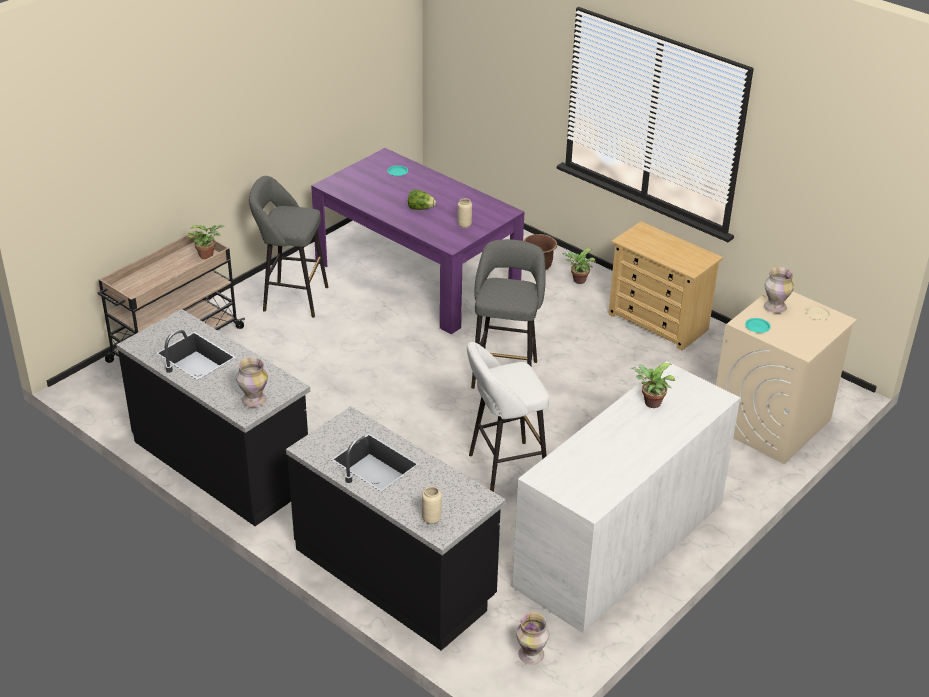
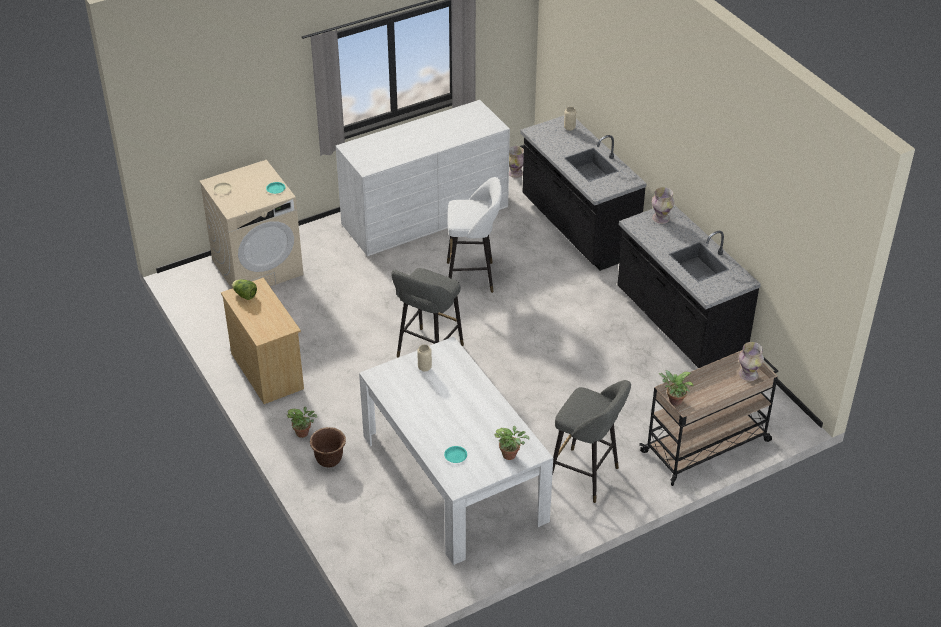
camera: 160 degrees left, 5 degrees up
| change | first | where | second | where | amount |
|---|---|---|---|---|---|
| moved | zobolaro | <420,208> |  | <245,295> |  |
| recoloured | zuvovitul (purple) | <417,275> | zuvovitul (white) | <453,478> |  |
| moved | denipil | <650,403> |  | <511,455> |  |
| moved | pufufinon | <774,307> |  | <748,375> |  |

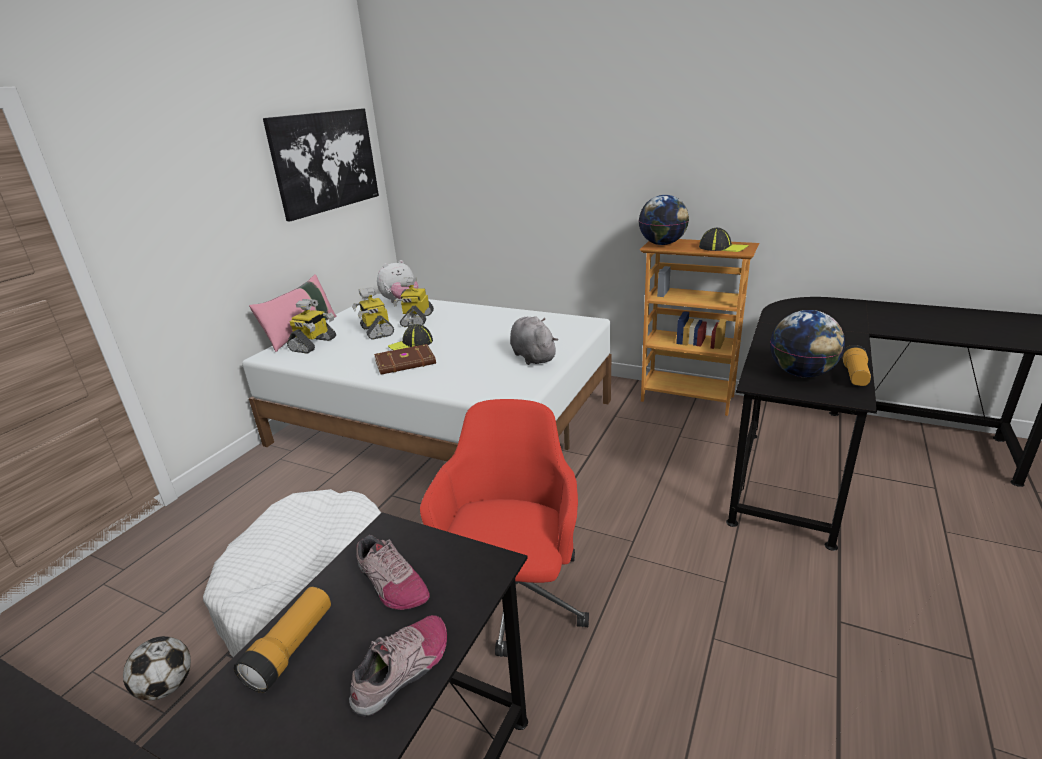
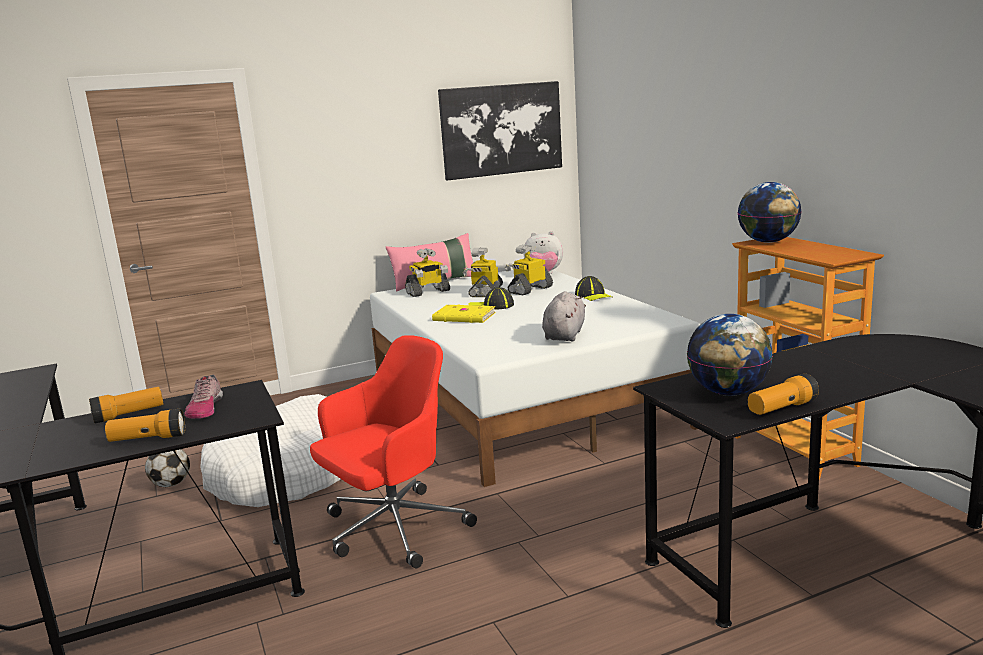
camera: 40 degrees right, 10 degrees down
| change | first | where | second | where | amount |
|---|---|---|---|---|---|
| replaced | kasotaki | <404,670> | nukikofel | <148,439> |  |
| recoloured | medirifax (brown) | <406,362> | medirifax (yellow) | <464,317> |  |
| moved | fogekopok | <722,248> |  | <593,296> |  |

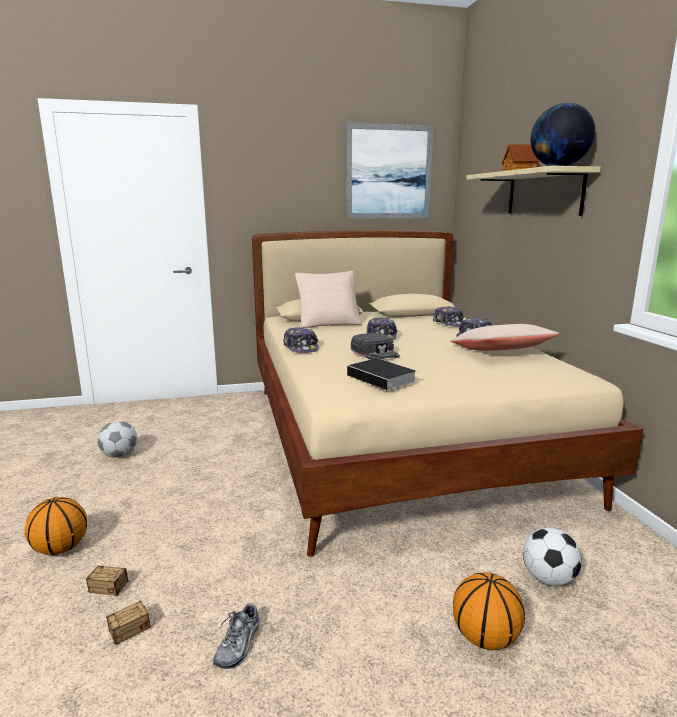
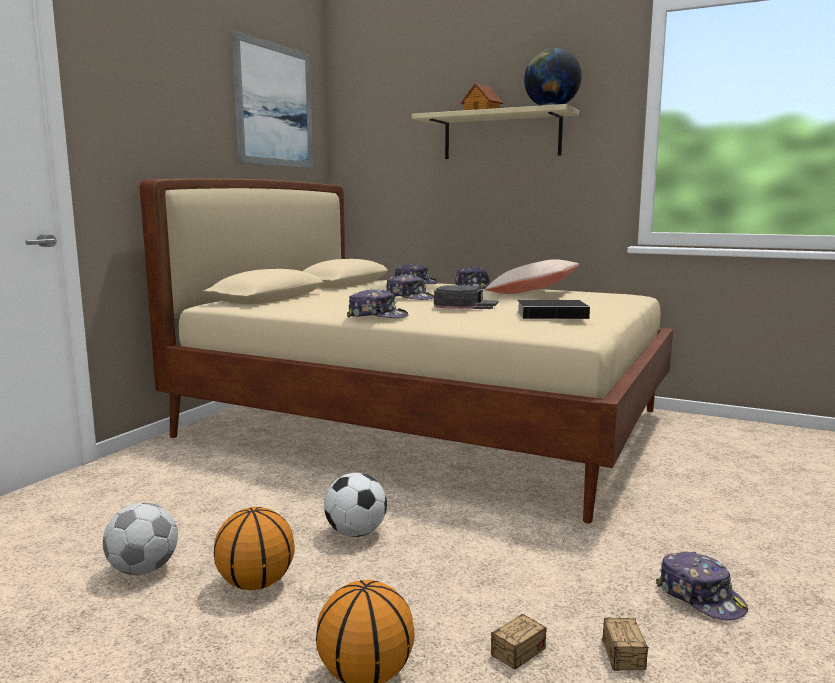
camera: 50 degrees left, 5 degrees down
| change | first | where | second | where | amount |
|---|---|---|---|---|---|
| moved | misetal | <484,637> |  | <255,583> |  |
| moved | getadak | <548,579> |  | <355,533> |  |
| replaced | kasotaki | <238,644> | fogekopok | <700,597> |  |
| removed | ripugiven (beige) | <328,322> |  |  |  |

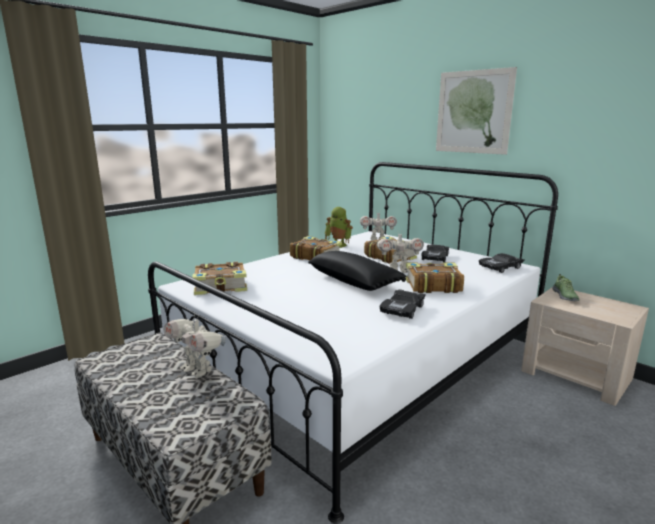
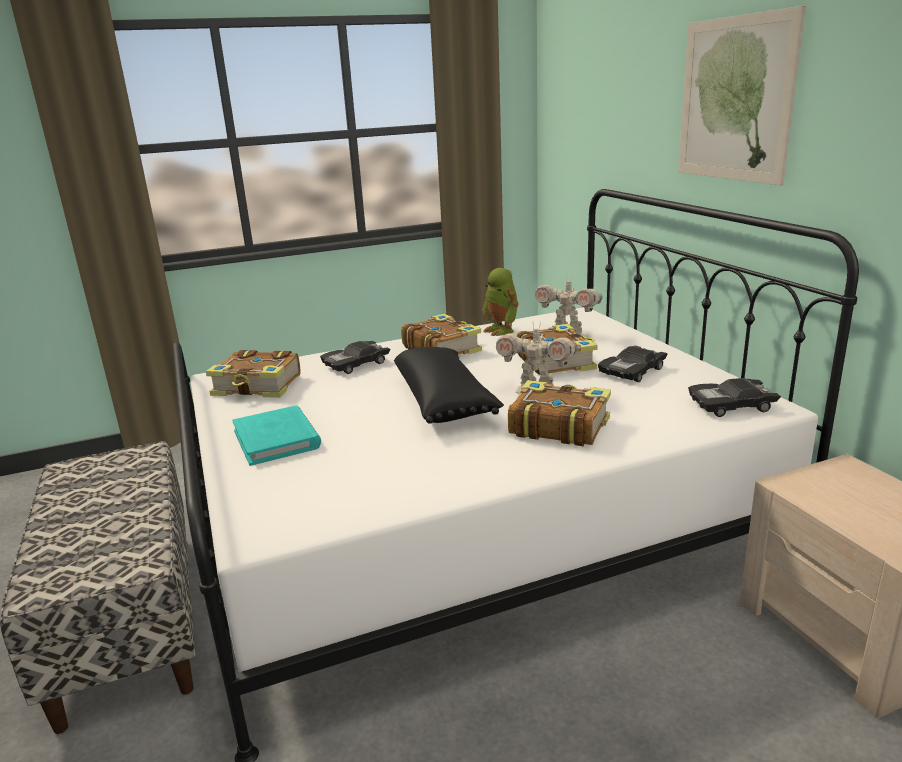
camera: 25 degrees right, 5 degrees up
| change | first | where | second | where | amount |
|---|---|---|---|---|---|
| added |  |  | medirifax (turquoise) | <277,439> |  |
| moved | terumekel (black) | <403,309> |  | <356,364> |  |
| removed | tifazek | <197,369> |  |  |  |
| removed | kasotaki | <565,296> |  |  |  |

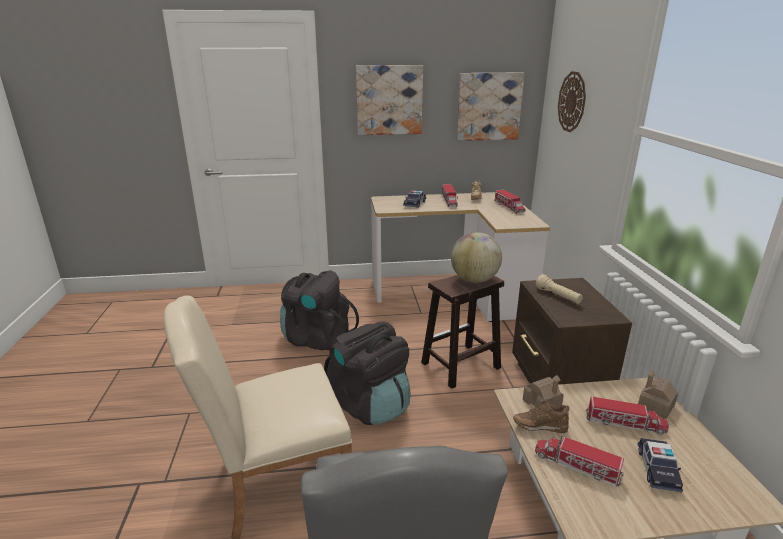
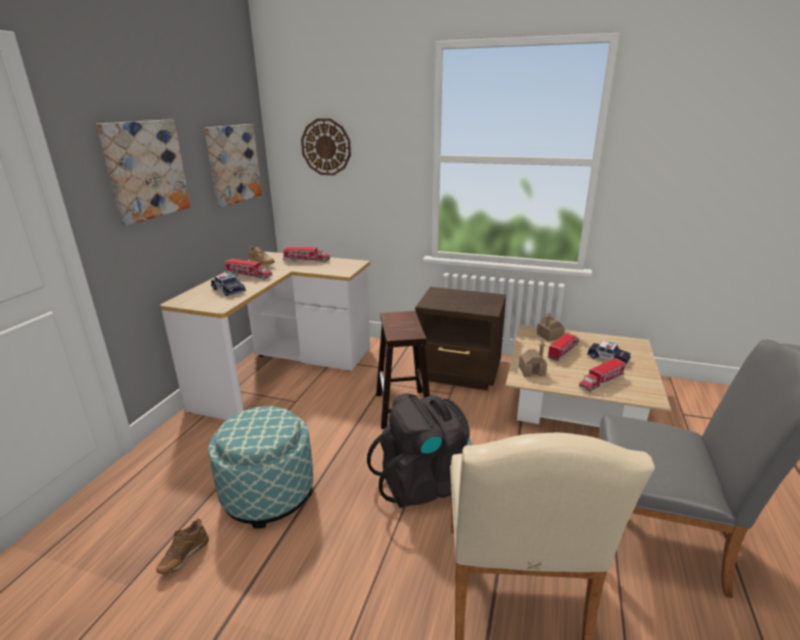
camera: 65 degrees left, 0 degrees up
| change | first | where | second | where | amount |
|---|---|---|---|---|---|
| moved | kasotaki (brown) | <539,427> |  | <183,557> |  |
| replaced | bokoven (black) | <317,339> | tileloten | <268,493> |  |
| removed | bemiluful | <474,280> |  |  |  |
| removed | nukikofel (beige) | <558,296> |  |  |  |

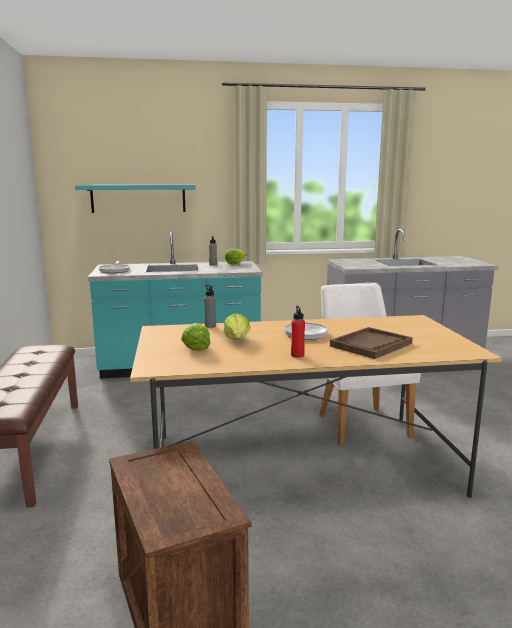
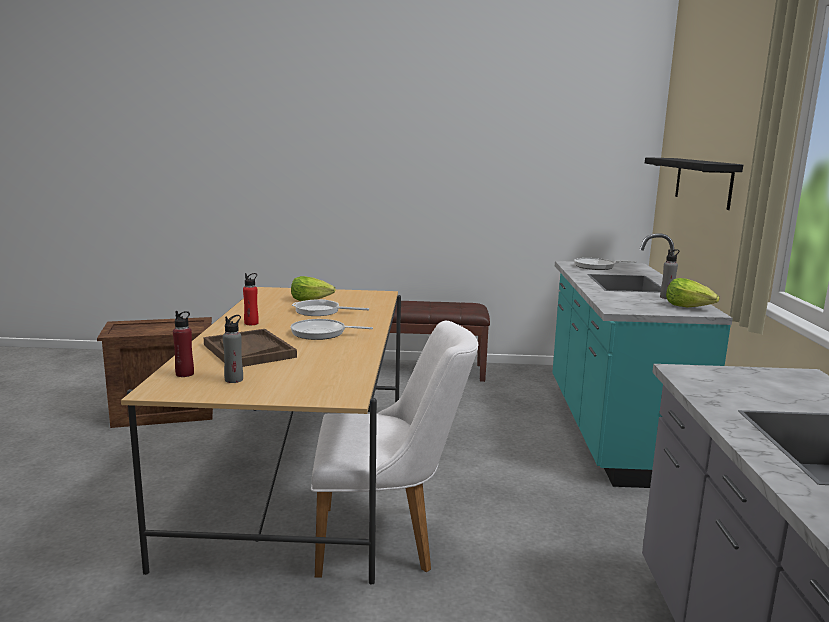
camera: 100 degrees right, 0 degrees up
| change | first | where | second | where | amount |
|---|---|---|---|---|---|
| added |  |  | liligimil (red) | <185,374> |  |
| moved | liligimil (grey) | <210,326> |  | <234,379> |  |
| replaced | zobolaro | <237,340> | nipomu | <320,311> |  |
| recoloured | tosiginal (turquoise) | <138,198> | tosiginal (black) | <703,182> |  |

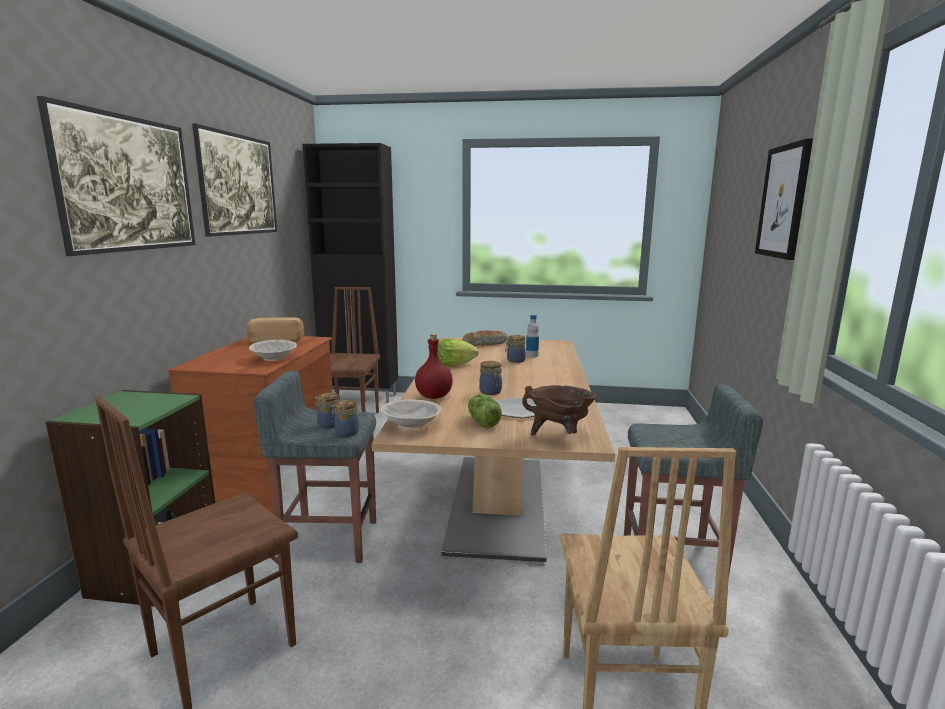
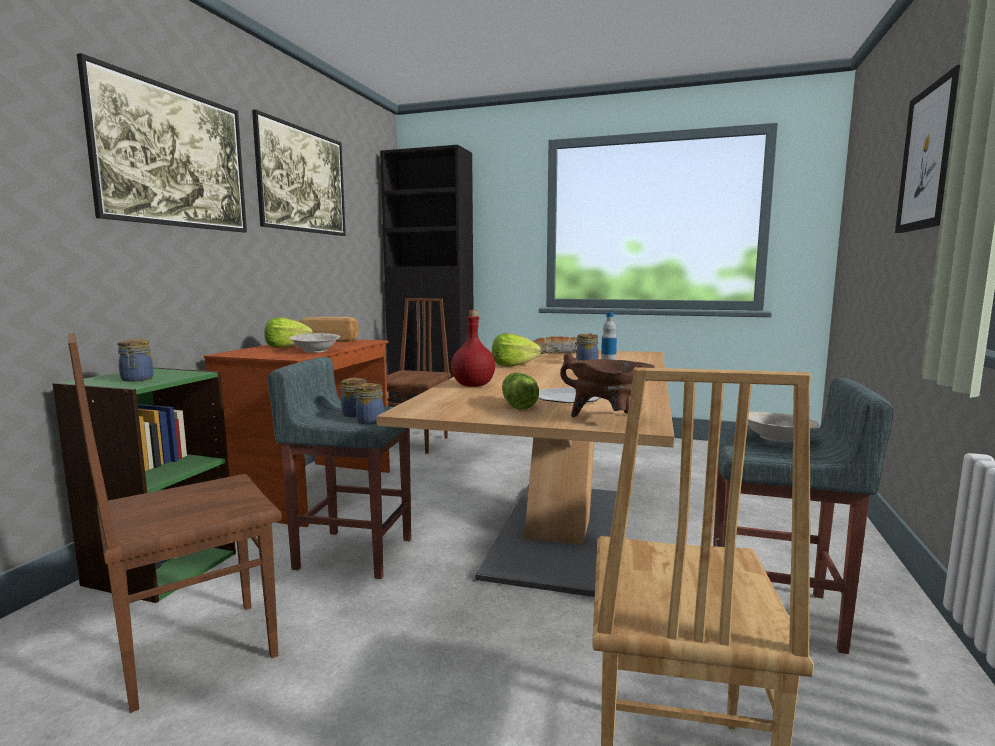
camera: 10 degrees right, 5 degrees down
| change | first | where | second | where | amount |
|---|---|---|---|---|---|
| moved | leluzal | <491,392> |  | <137,379> |  |
| added |  |  | zobolaro | <286,346> |  |
| moved | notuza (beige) | <411,425> |  | <776,439> |  |

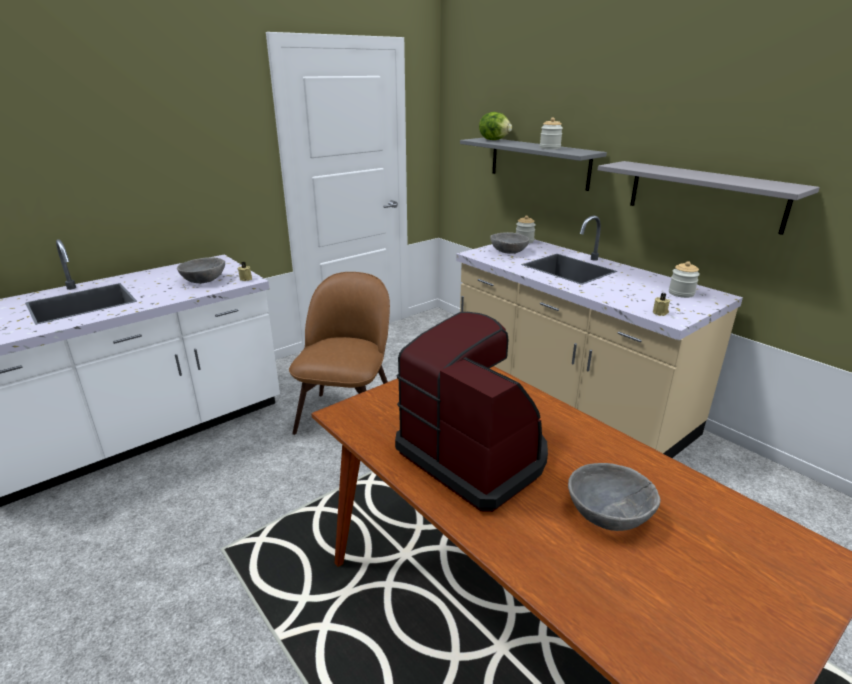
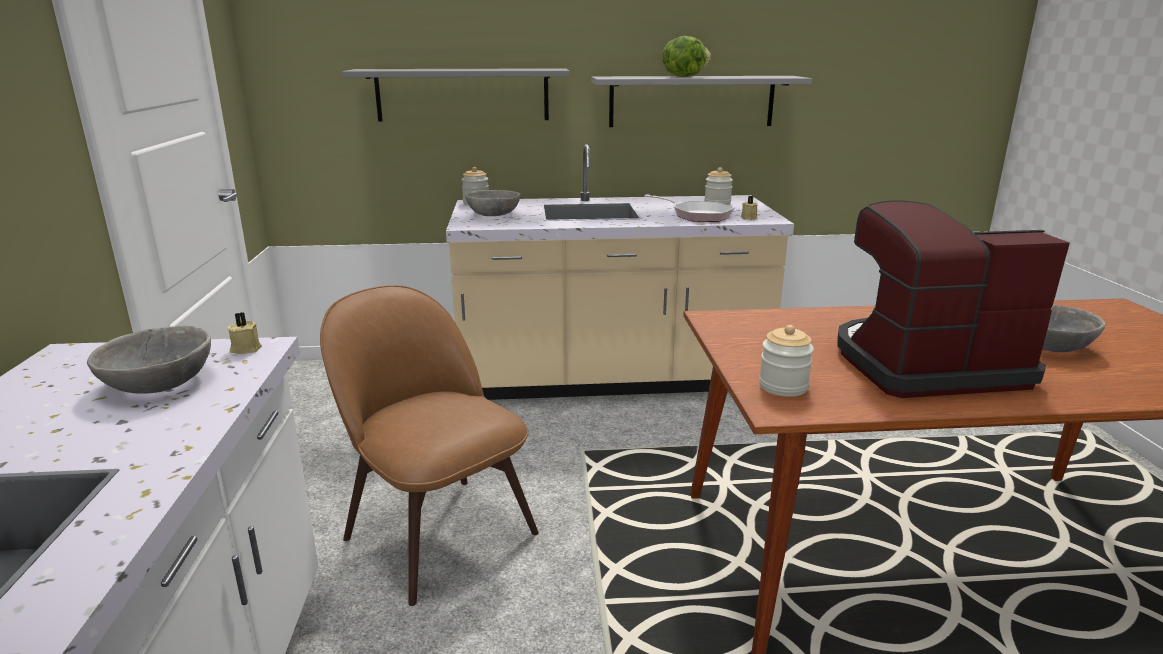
camera: 55 degrees left, 5 degrees down
| change | first | where | second | where | amount |
|---|---|---|---|---|---|
| added |  |  | nipomu | <698,215> |  |
| moved | zobolaro | <494,140> |  | <684,76> |  |
| moved | leluzal | <550,148> |  | <783,386> |  |

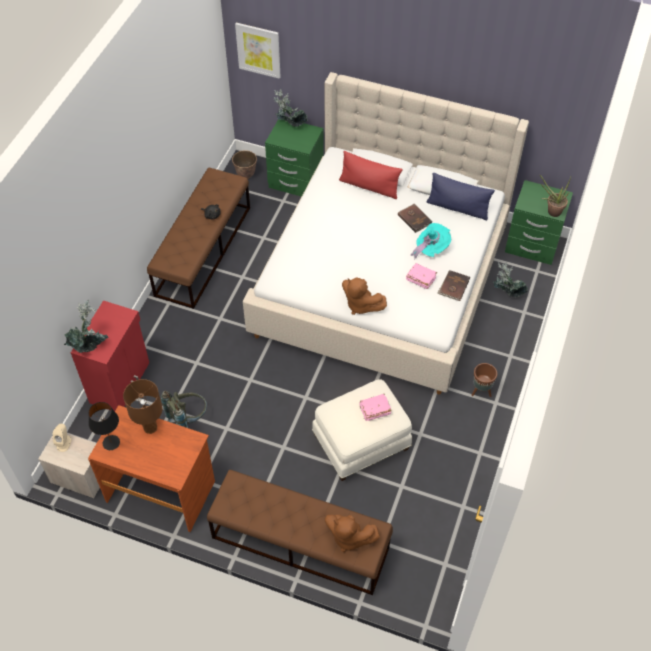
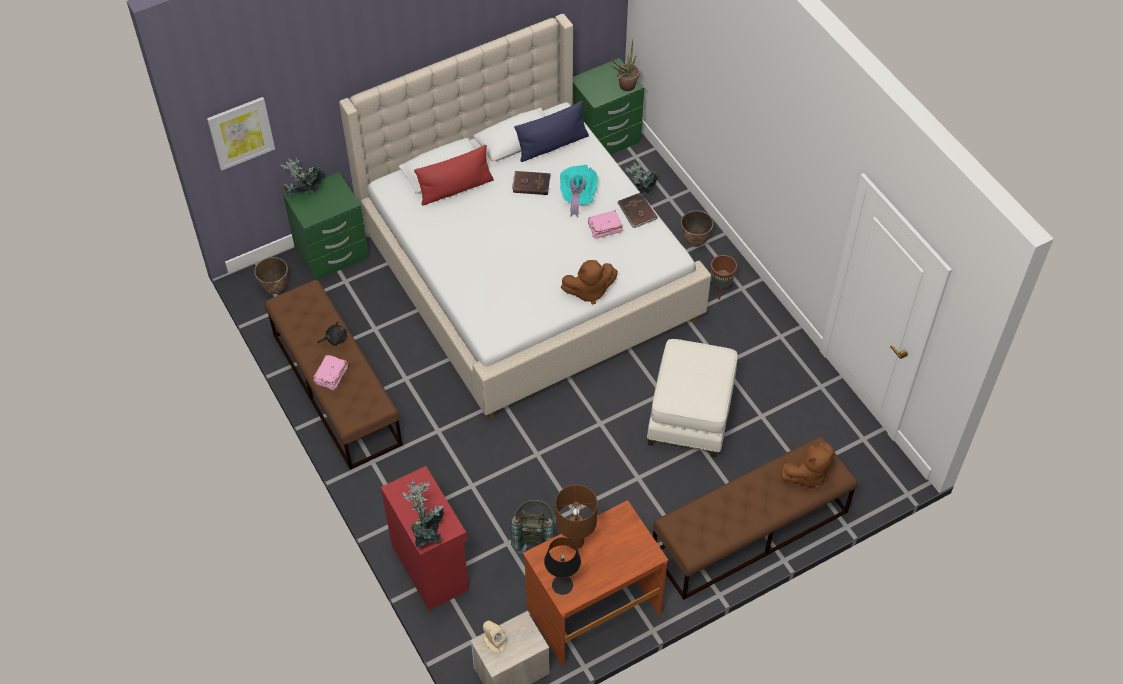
camera: 50 degrees left, 0 degrees up
| change | first | where | second | where | amount |
|---|---|---|---|---|---|
| moved | medirifax (pink) | <374,410> |  | <331,376> |  |
| added |  |  | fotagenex | <694,241> |  |

